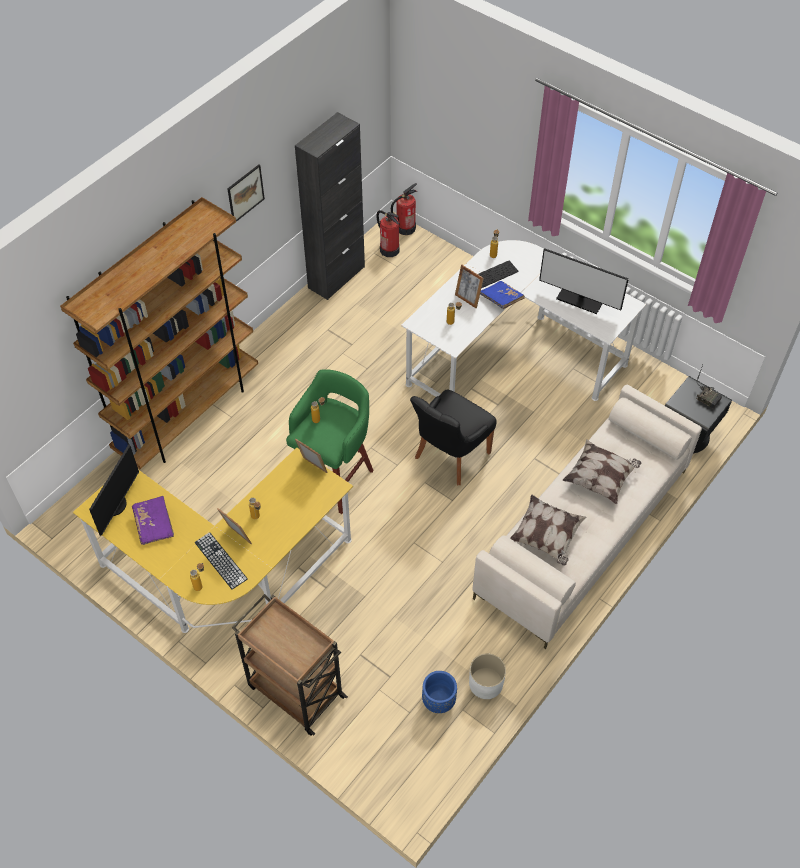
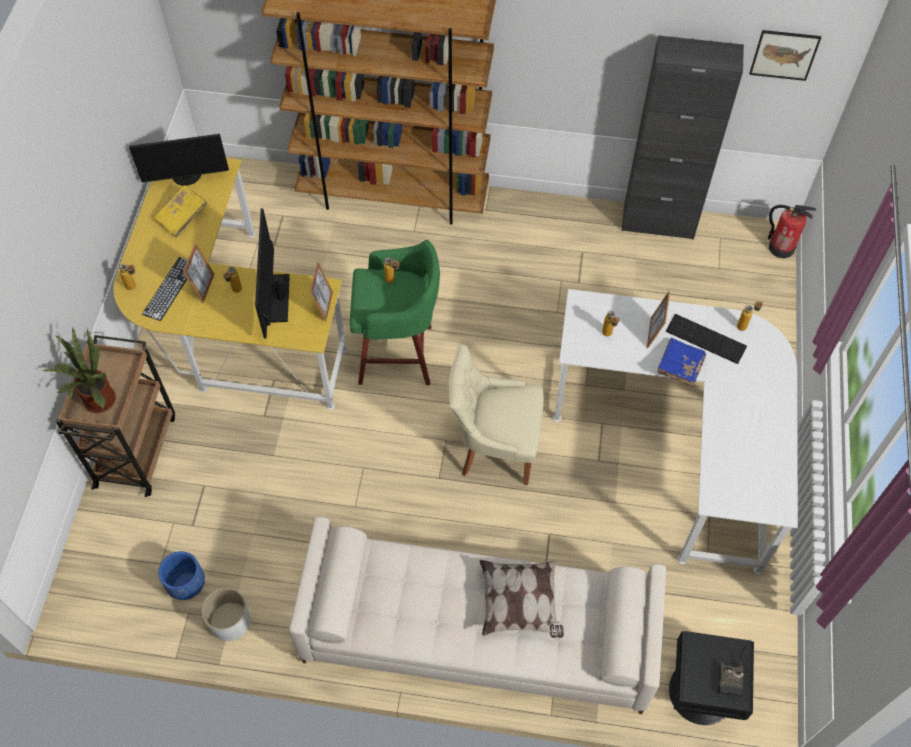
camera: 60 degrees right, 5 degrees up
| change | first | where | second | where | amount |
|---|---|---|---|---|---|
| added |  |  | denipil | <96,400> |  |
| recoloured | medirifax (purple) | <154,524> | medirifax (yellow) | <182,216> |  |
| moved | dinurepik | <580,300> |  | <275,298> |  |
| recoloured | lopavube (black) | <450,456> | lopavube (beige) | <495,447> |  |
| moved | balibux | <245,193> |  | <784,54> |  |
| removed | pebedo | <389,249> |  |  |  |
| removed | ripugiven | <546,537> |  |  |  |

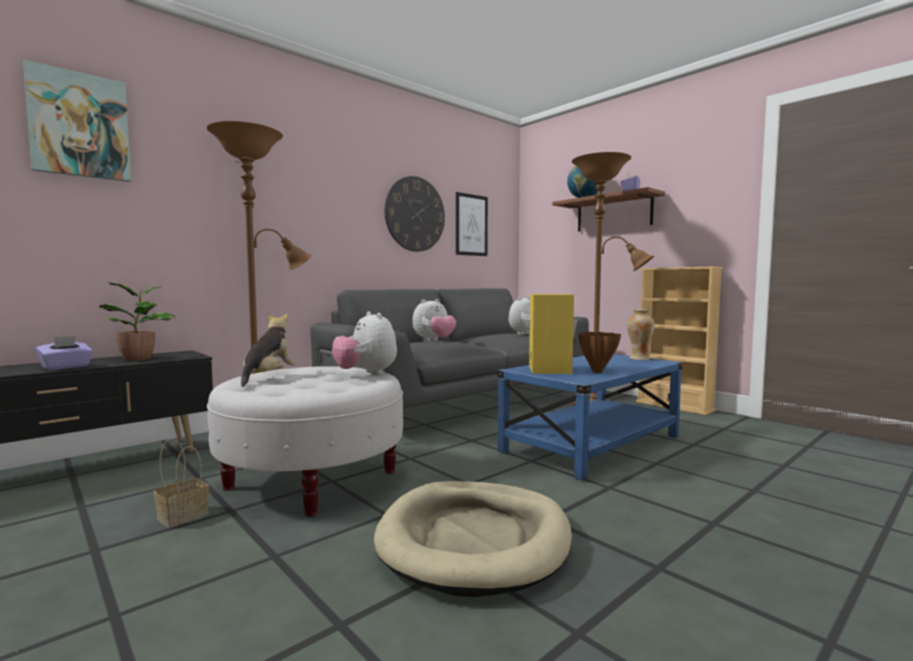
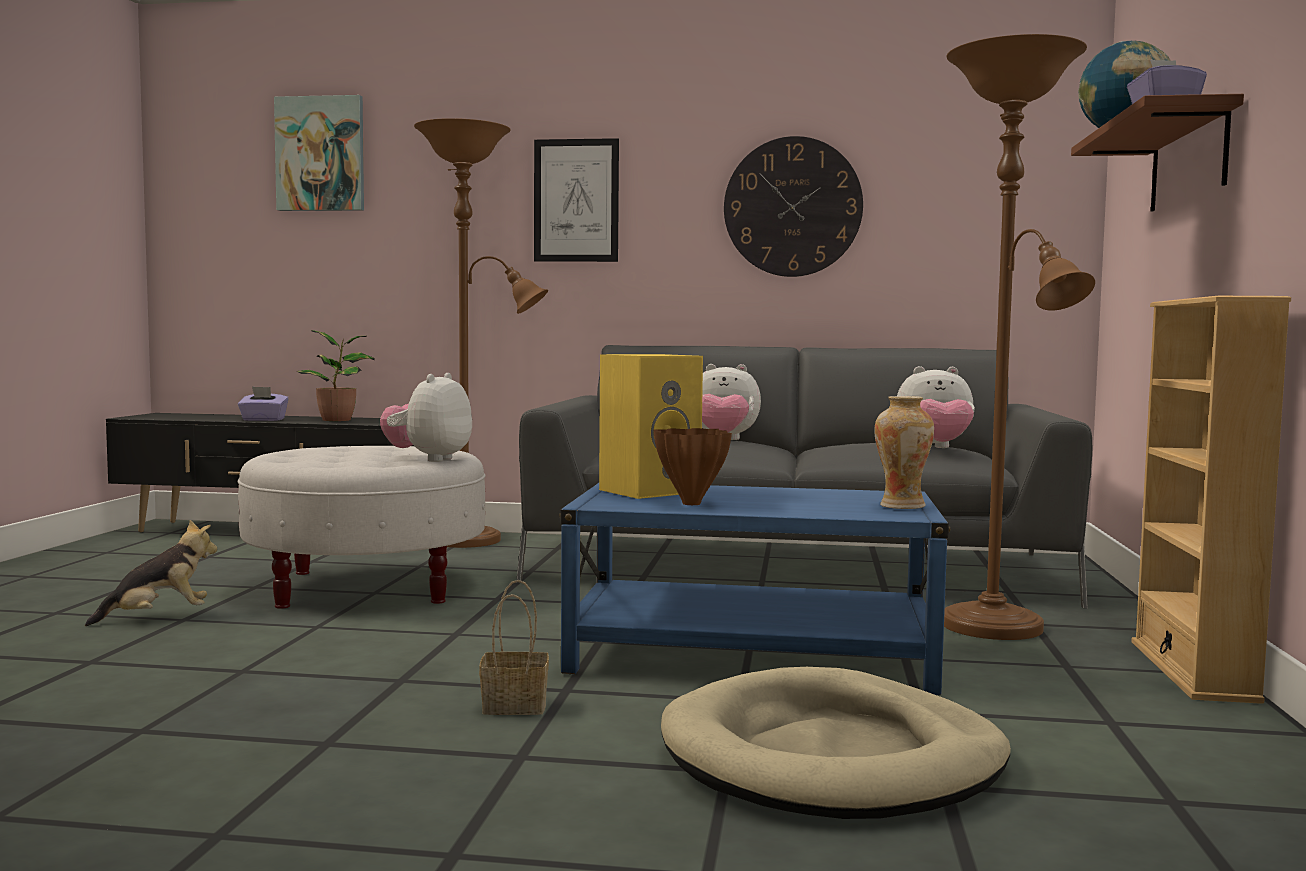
camera: 50 degrees right, 0 degrees up
| change | first | where | second | where | amount |
|---|---|---|---|---|---|
| moved | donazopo | <268,377> |  | <158,617> |  |
| moved | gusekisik | <184,515> |  | <517,705> |  |
| moved | balibux | <471,225> |  | <576,200> |  |
| moved | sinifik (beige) | <474,540> |  | <833,757> |  |

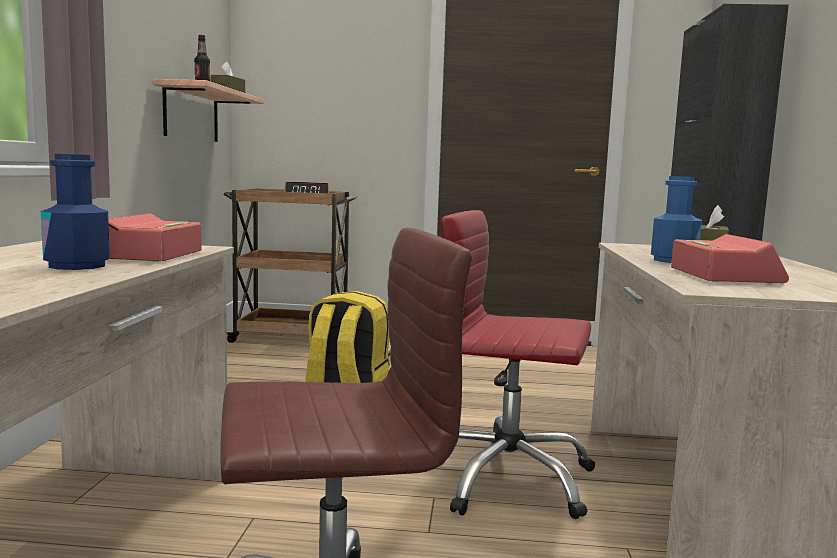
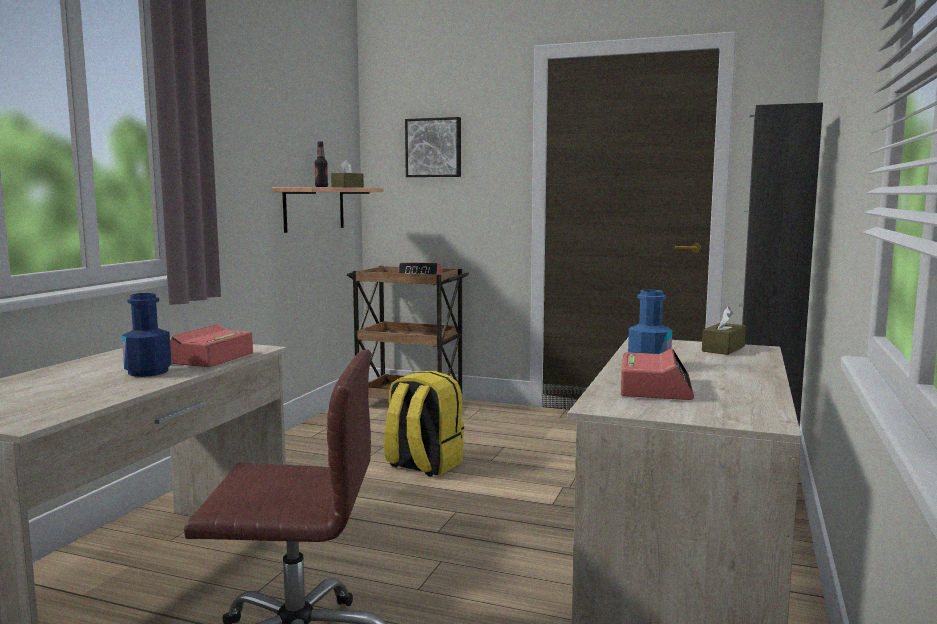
camera: 15 degrees right, 0 degrees up
| change | first | where | second | where | amount |
|---|---|---|---|---|---|
| added |  |  | balibux | <434,148> |  |
| removed | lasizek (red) | <506,479> |  |  |  |

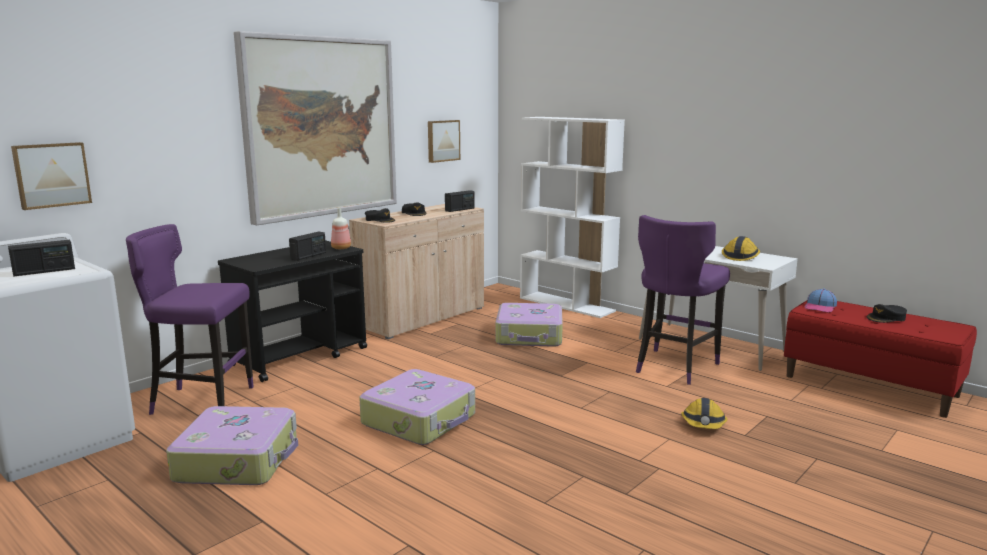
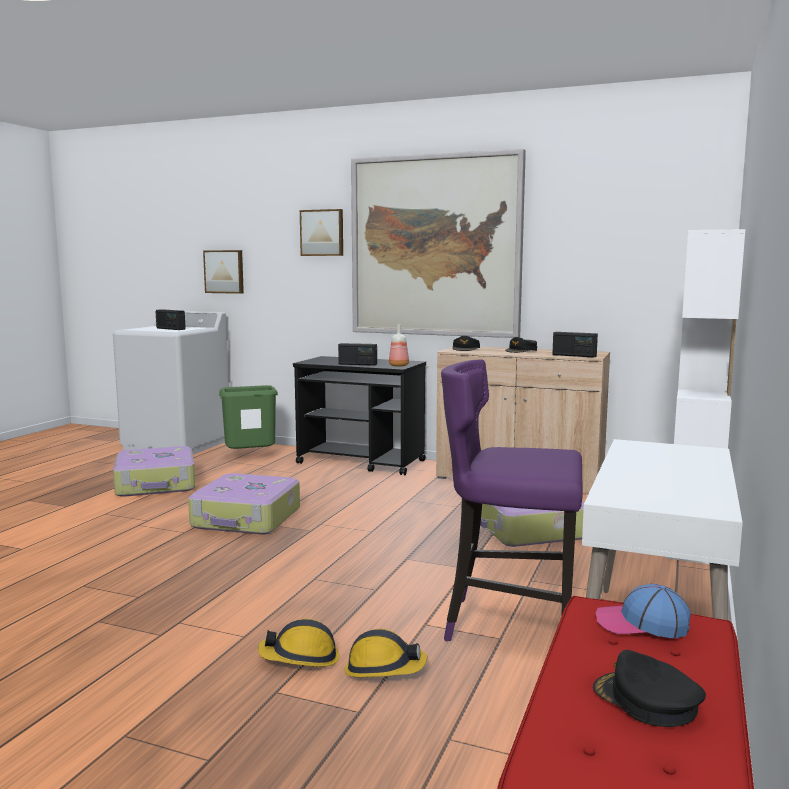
camera: 70 degrees right, 5 degrees down
| change | first | where | second | where | amount |
|---|---|---|---|---|---|
| replaced | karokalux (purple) | <202,402> | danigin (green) | <250,458> |  |
| moved | balibux | <442,140> |  | <322,233> |  |
| moved | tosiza | <740,256> |  | <384,669> |  |

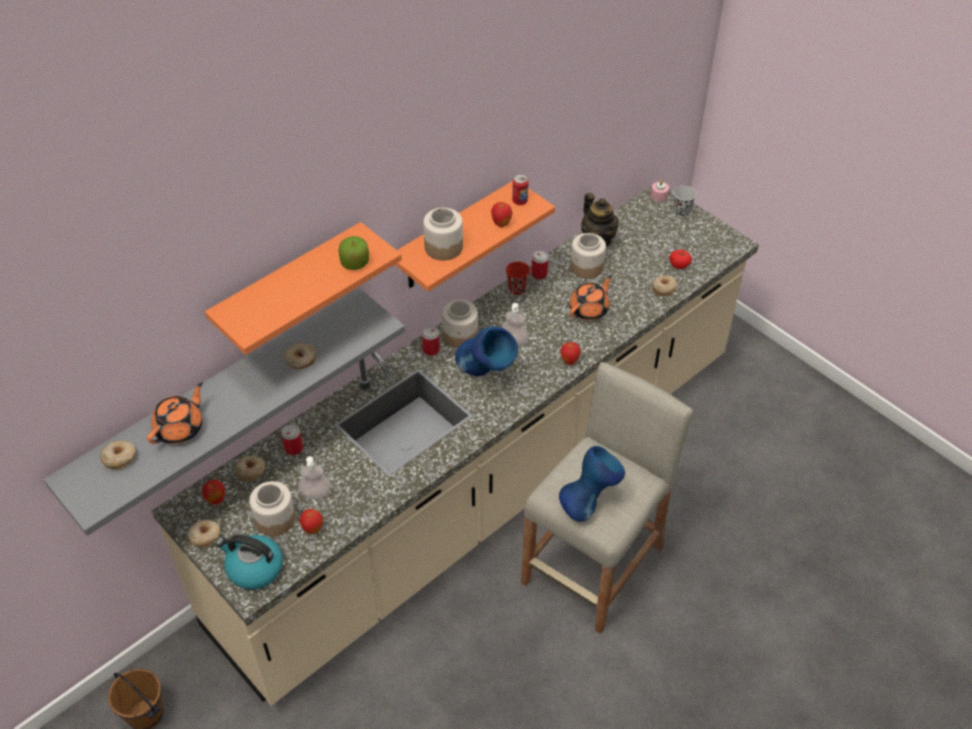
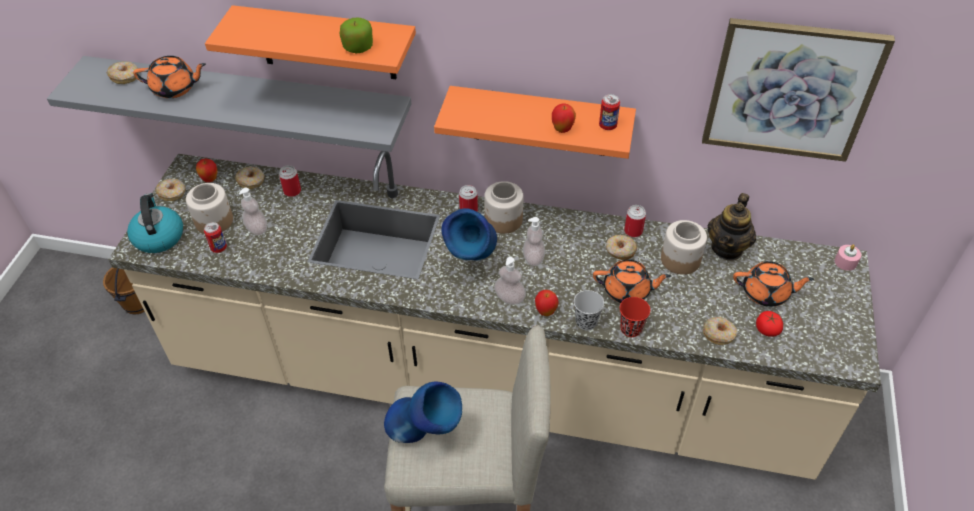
camera: 55 degrees right, 0 degrees up
| change | first | where | second | where | amount |
|---|---|---|---|---|---|
| replaced | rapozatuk | <313,529> | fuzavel | <219,248> |  |
| added |  |  | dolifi | <509,298> |  |
| moved | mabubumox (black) | <681,212> |  | <586,322> |  |
| moved | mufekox | <300,360> |  | <620,251> |  |
| moved | mabubumox (red) | <517,289> |  | <631,329> |  |
| added |  |  | balibux | <790,90> |  |
| added |  |  | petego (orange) | <766,293> |  |
| removed | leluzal | <443,247> |  |  |  |

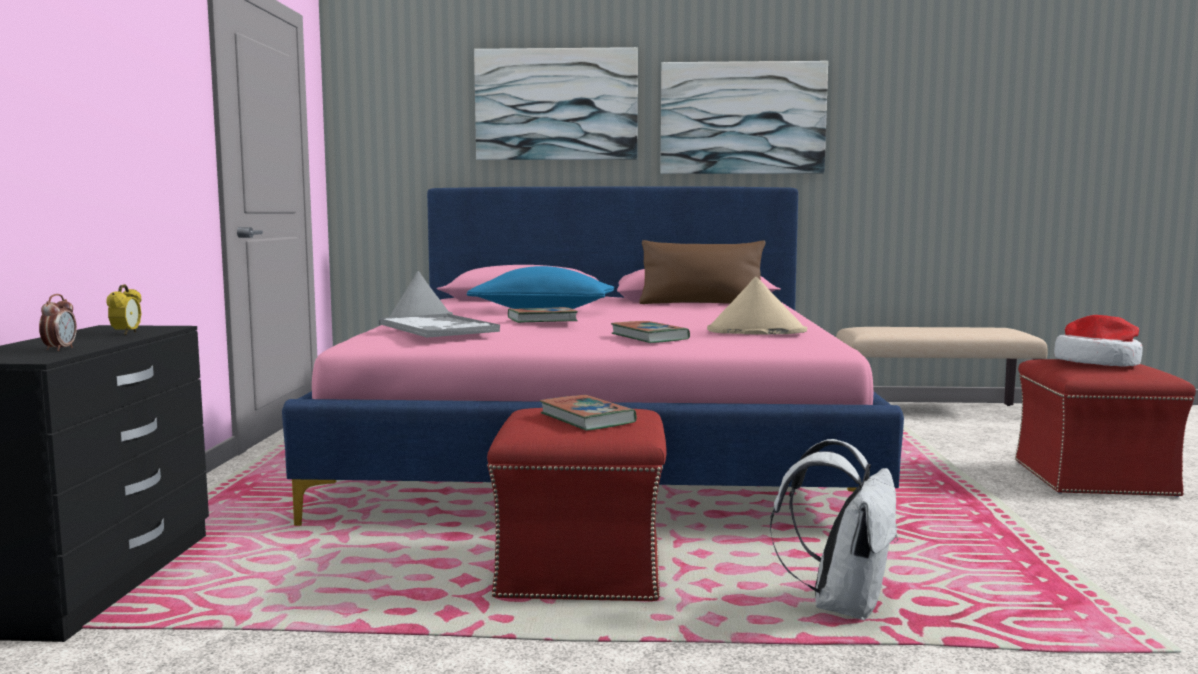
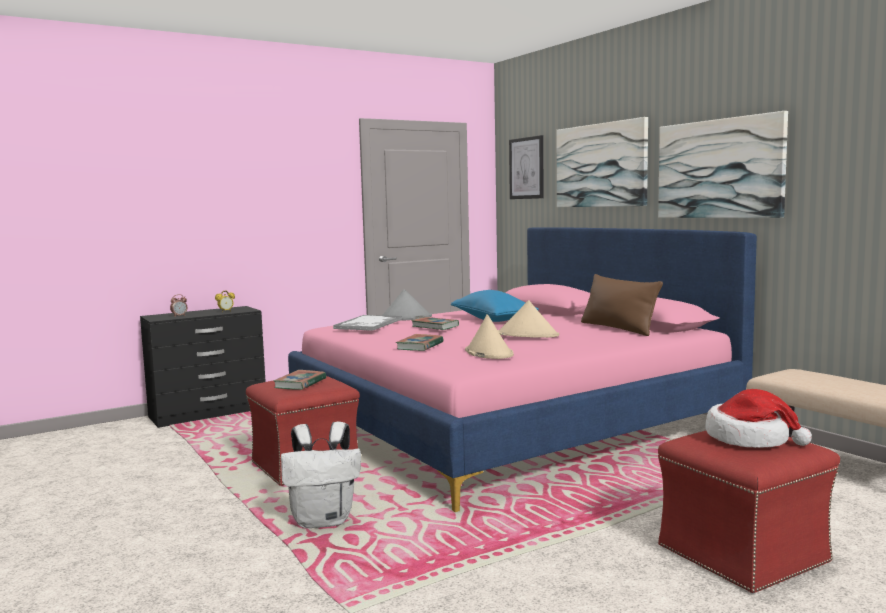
camera: 55 degrees right, 0 degrees up
| change | first | where | second | where | amount |
|---|---|---|---|---|---|
| added |  |  | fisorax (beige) | <528,335> |  |
| added |  |  | balibux | <526,168> |  |

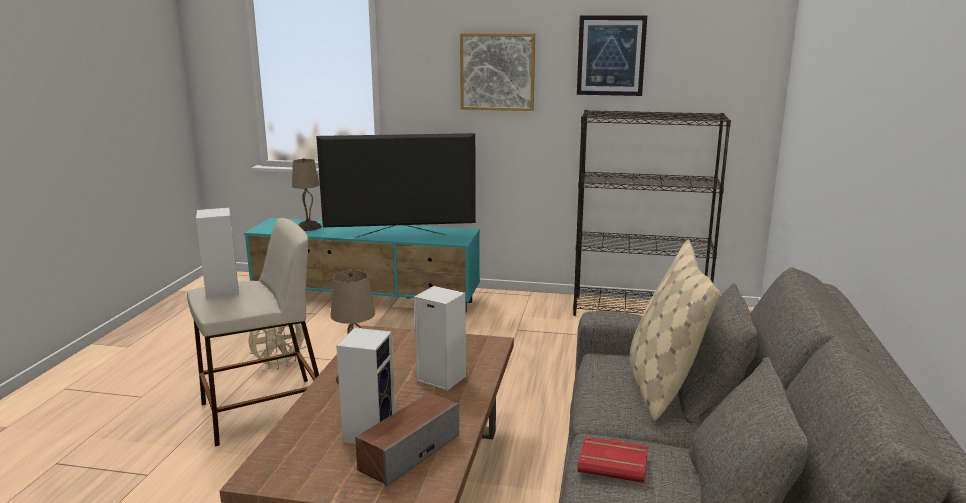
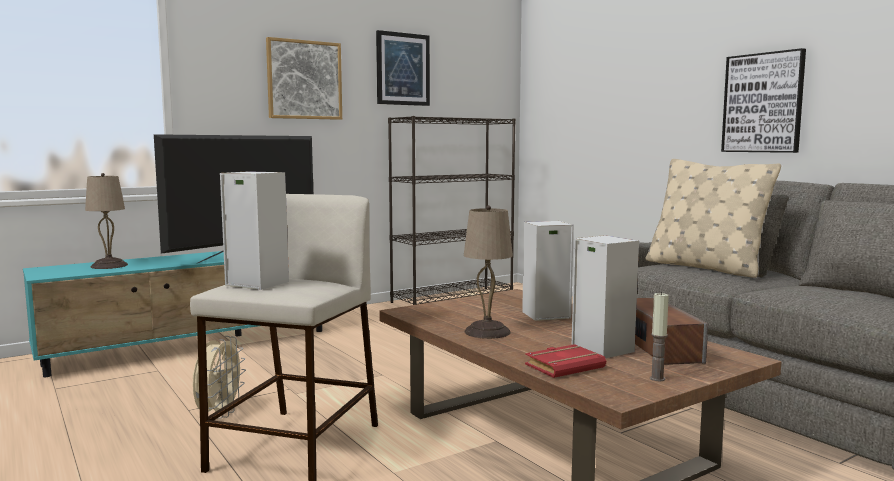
camera: 45 degrees left, 10 degrees down
| change | first | where | second | where | amount |
|---|---|---|---|---|---|
| moved | medirifax (red) | <614,464> |  | <564,366> |  |
| added |  |  | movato | <657,378> |  |
| added |  |  | balibux | <763,103> |  |

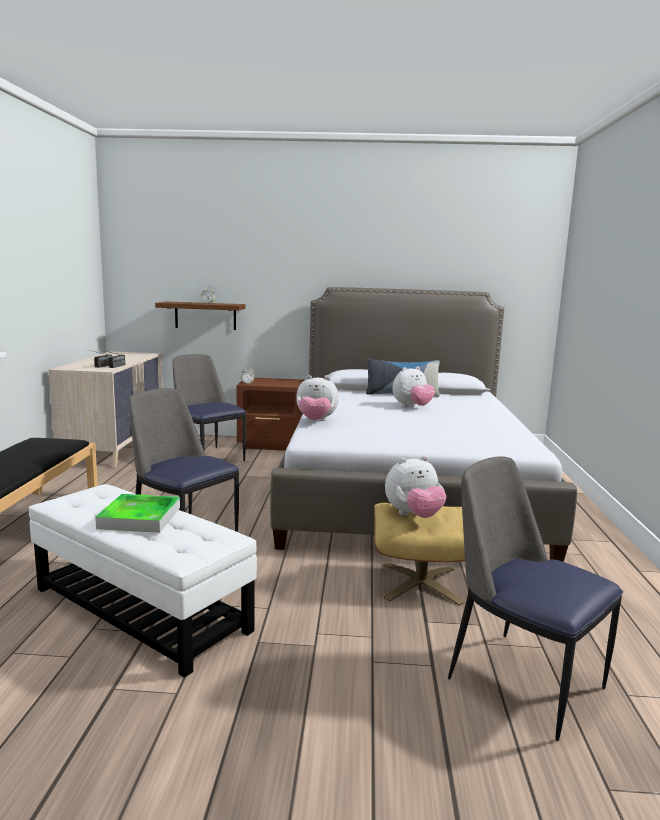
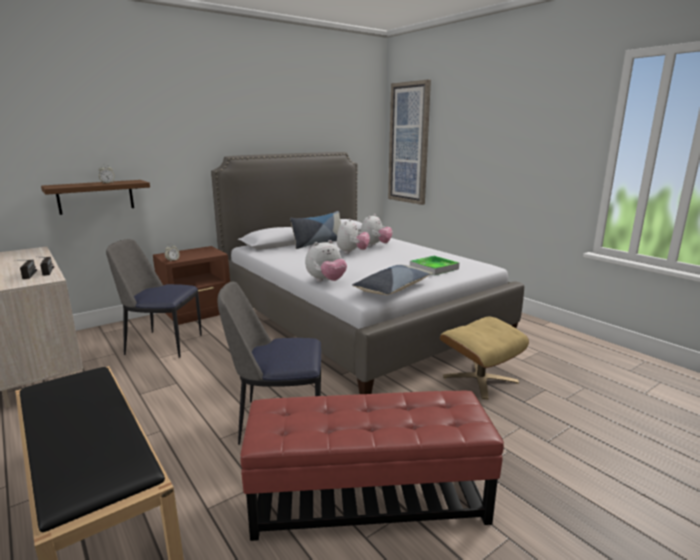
camera: 40 degrees left, 5 degrees up
| change | first | where | second | where | amount |
|---|---|---|---|---|---|
| recoloured | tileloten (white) | <141,609> | tileloten (red) | <368,497> |  |
| added |  |  | ripugiven | <393,288> |  |
| moved | donazopo | <414,516> |  | <375,245> |  |
| added |  |  | balibux | <409,143> |  |
| moved | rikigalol | <140,518> |  | <434,268> |  |
| removed | lopavube | <521,680> |  |  |  |

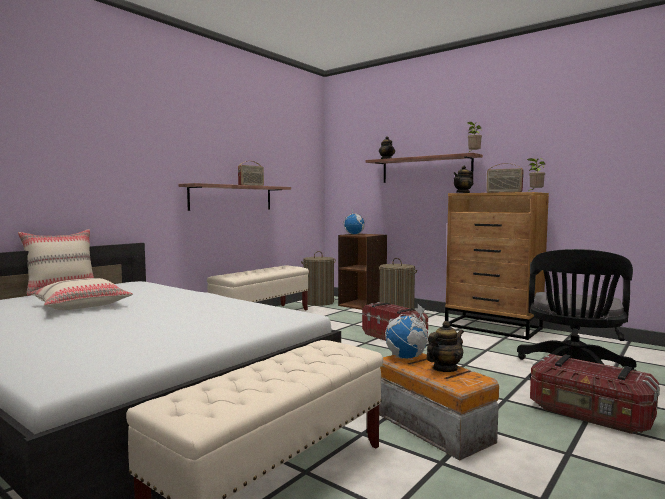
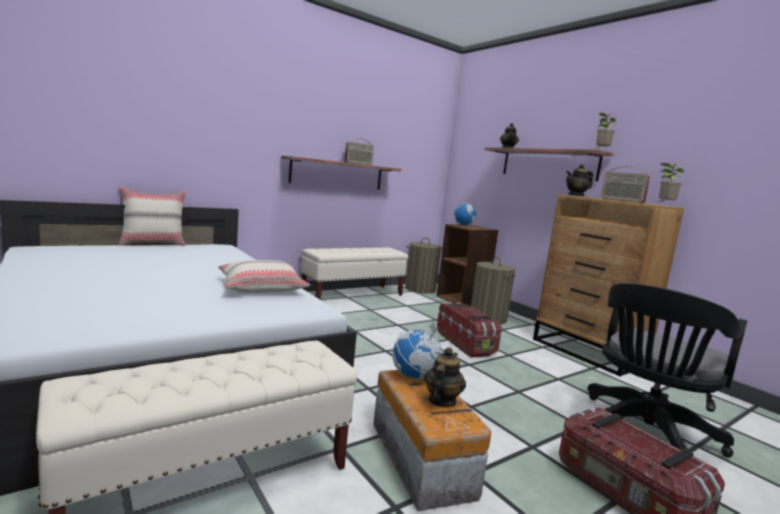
camera: 15 degrees right, 5 degrees up
| change | first | where | second | where | amount |
|---|---|---|---|---|---|
| moved | ripugiven (beige) | <82,305> |  | <262,287> |  |
| turned | petego | <444,369> |  | <441,401> | 45 degrees counterclockwise |

